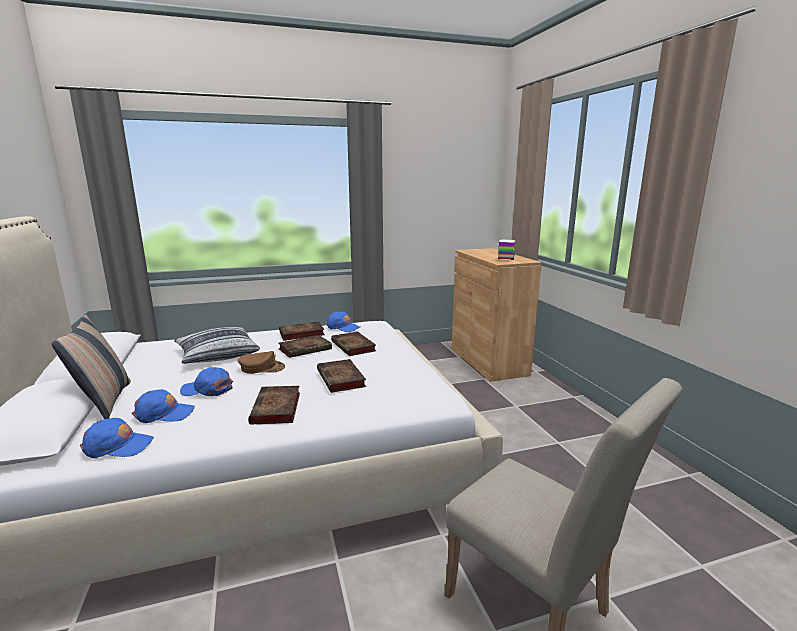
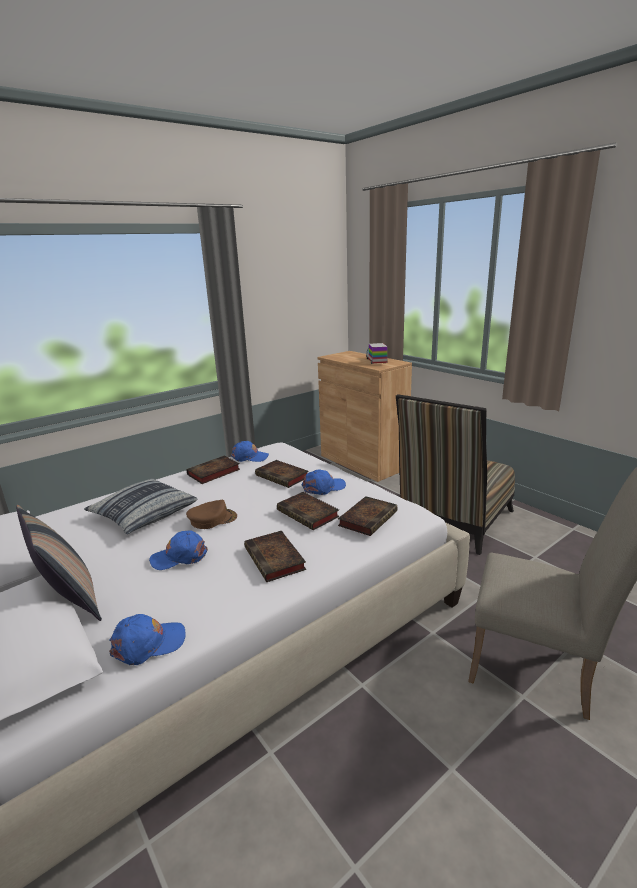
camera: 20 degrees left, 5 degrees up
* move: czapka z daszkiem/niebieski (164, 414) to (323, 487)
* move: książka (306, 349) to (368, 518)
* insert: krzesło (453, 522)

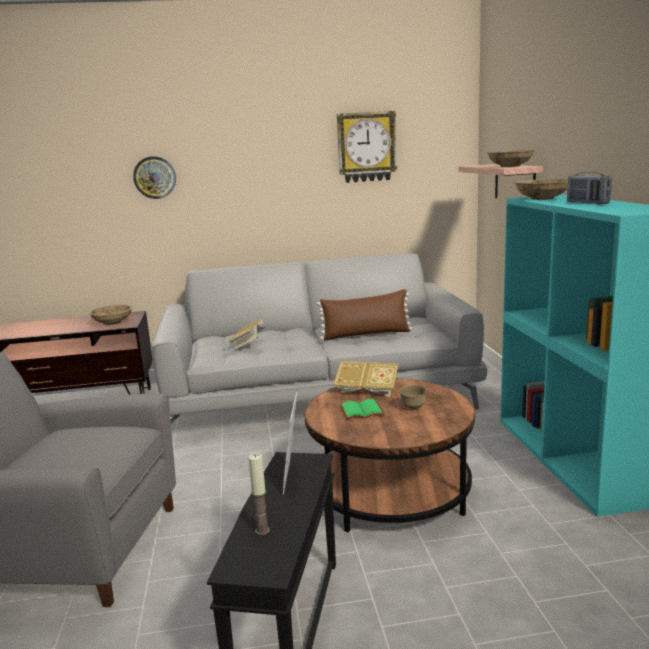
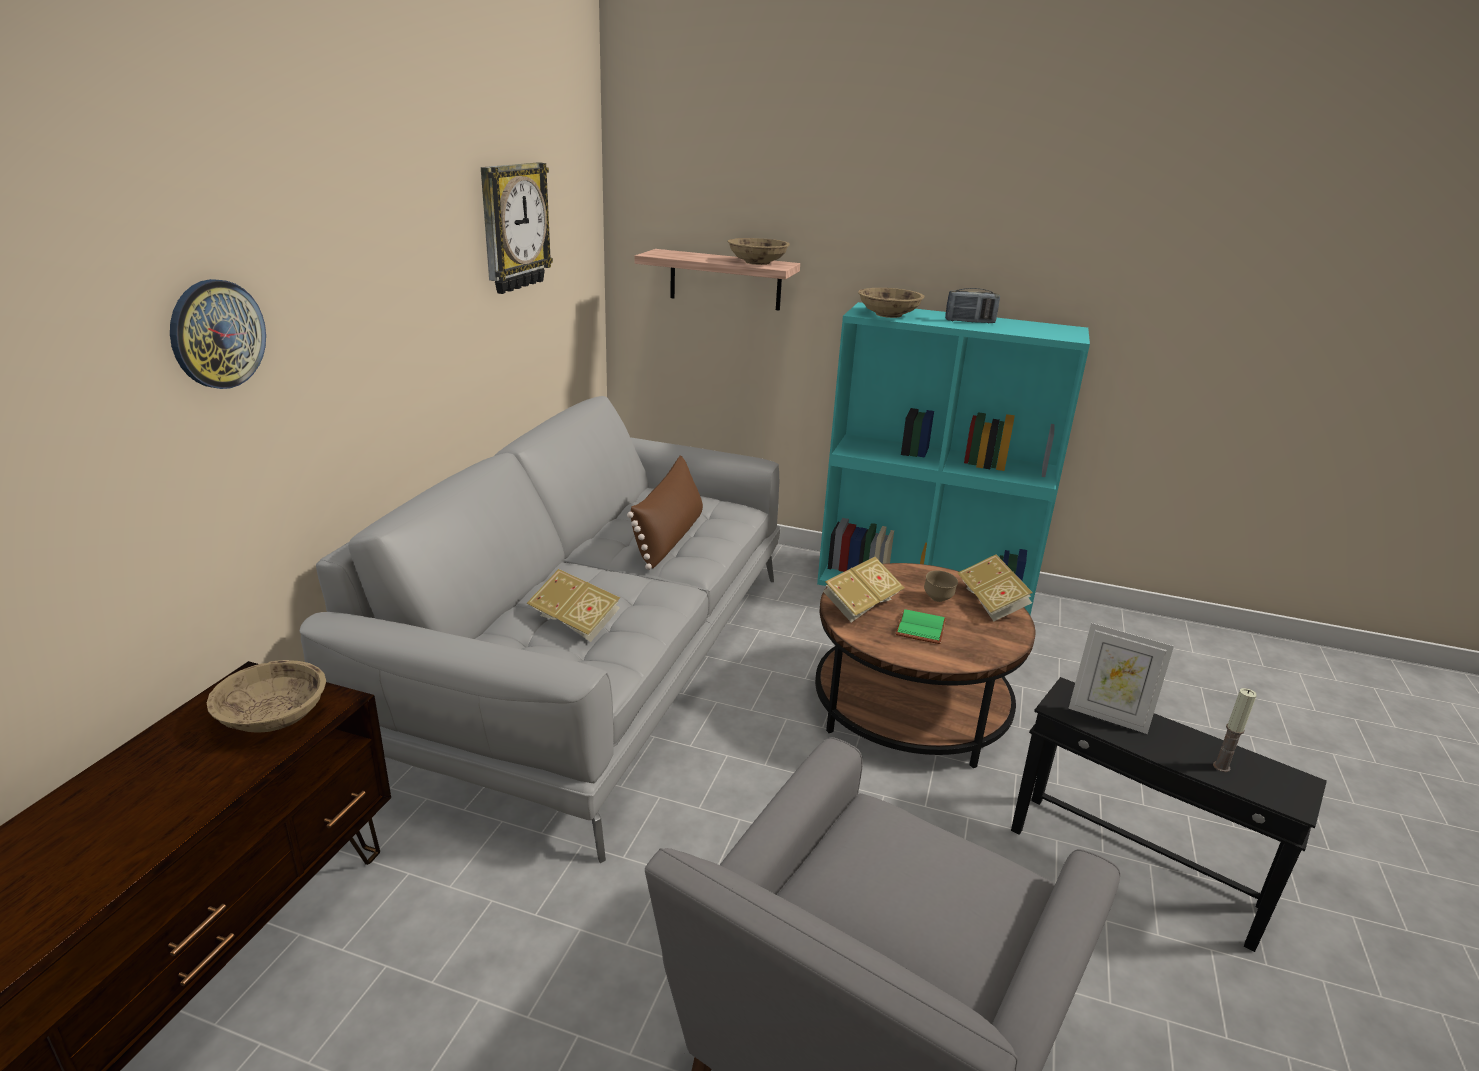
camera: 65 degrees left, 10 degrees up
* insert: książka (992, 603)

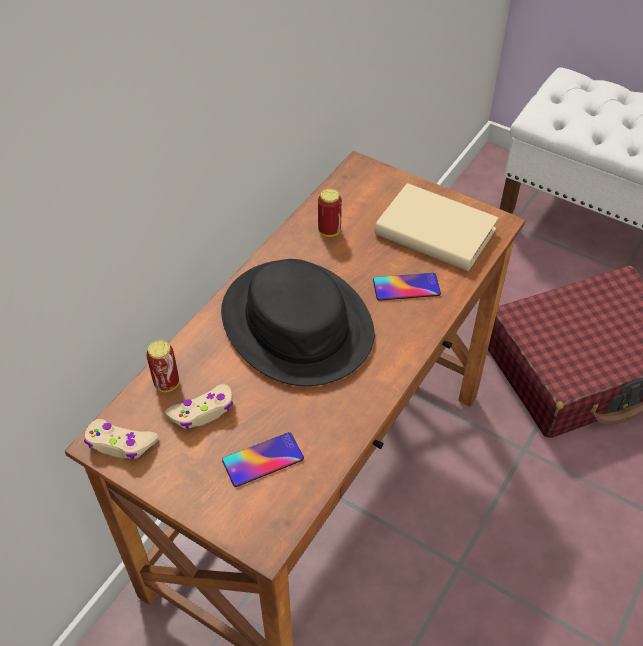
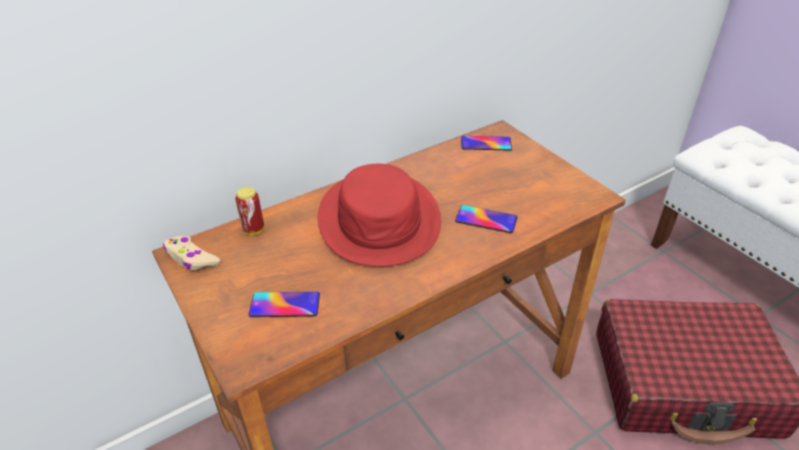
camera: 25 degrees right, 10 degrees down
* delete: pad do gier/beżowy (203, 412)
* recolor: kapelusz/czarny (297, 323) to kapelusz/czerwony (379, 219)
* delete: puszka (329, 231)
* delete: książka/beżowy (435, 232)
* insert: telefon (486, 143)

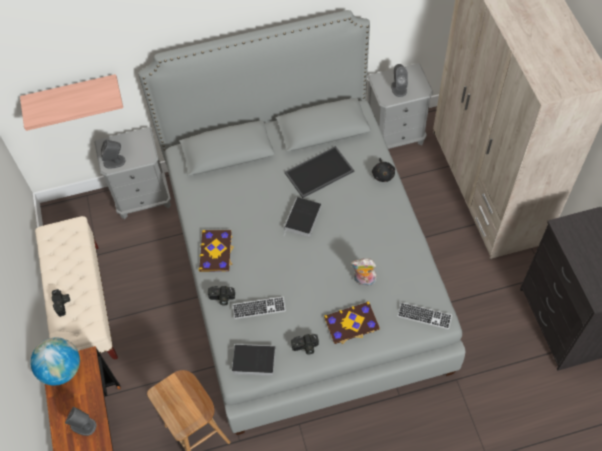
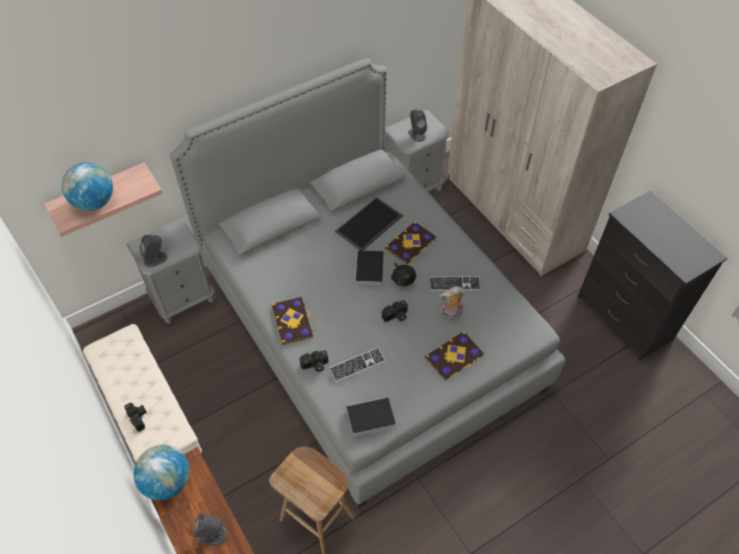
camera: 20 degrees left, 5 degrees down
* move: aparat fotograficzny (305, 347) to (396, 316)
* move: pluszak/czarny (383, 174) to (403, 278)
* move: klawiatura (424, 316) to (454, 284)
* insert: globus (94, 202)
* insert: książka (411, 244)

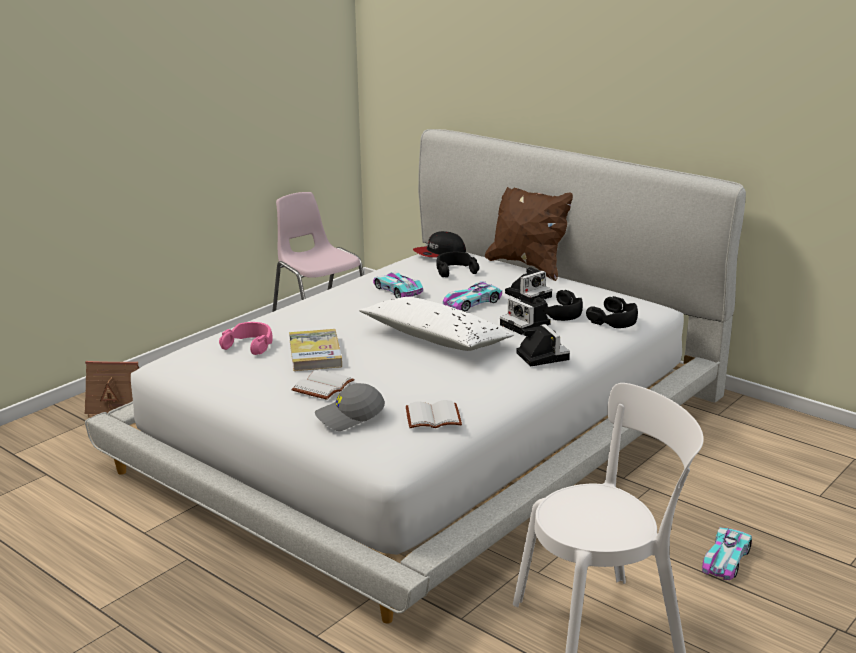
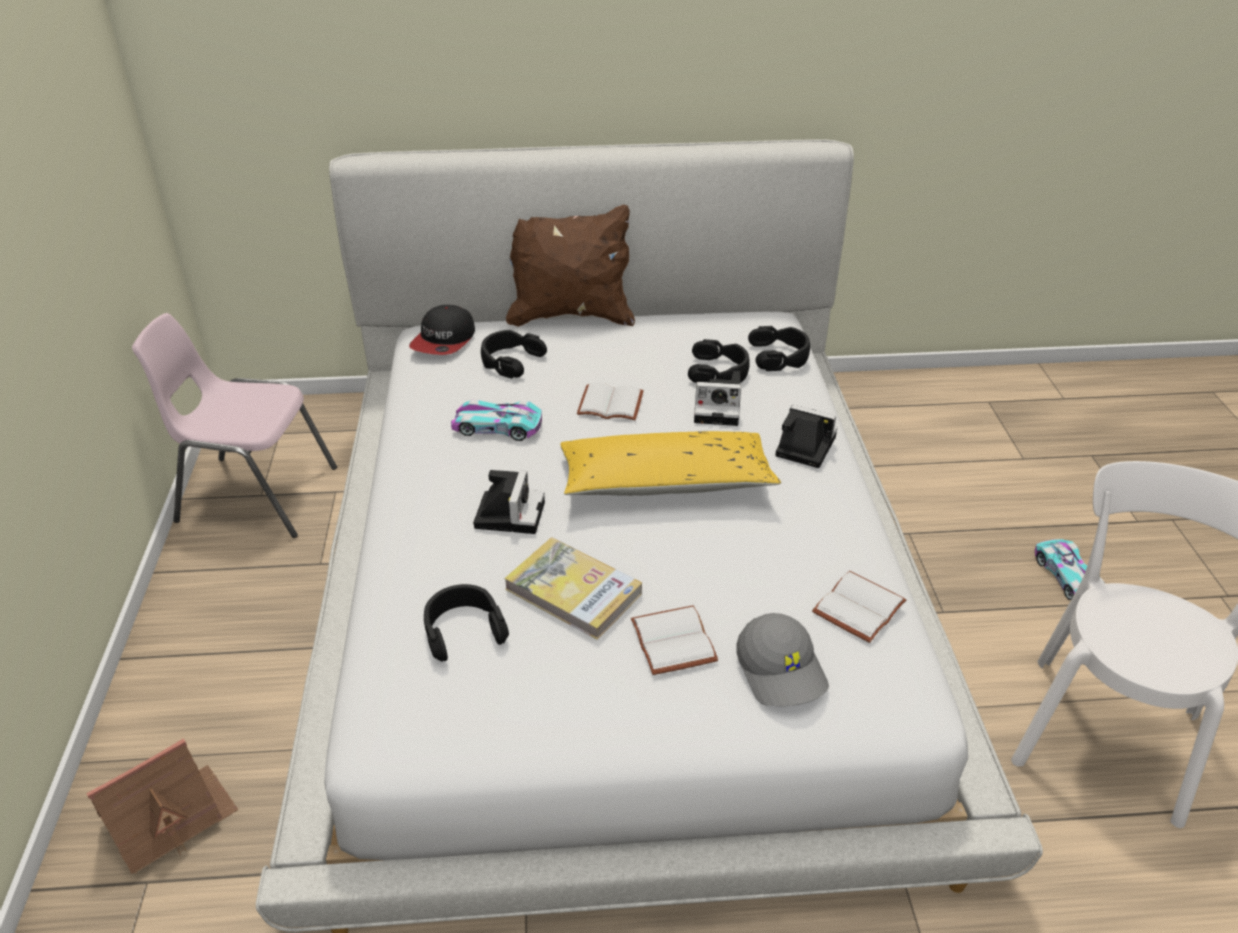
camera: 45 degrees left, 15 degrees up
* recolor: słuchawki/różowy (249, 345) to słuchawki/czarny (463, 630)
* rotate: czapka z daszkiem/szary (350, 417) = (782, 670) 45 degrees counterclockwise
* recolor: poduszka/biały (435, 338) to poduszka/żółty (665, 482)
* replace: samochodzik (472, 303) to książka/biały (612, 403)
* move: aparat fotograficzny (529, 294) to (509, 513)

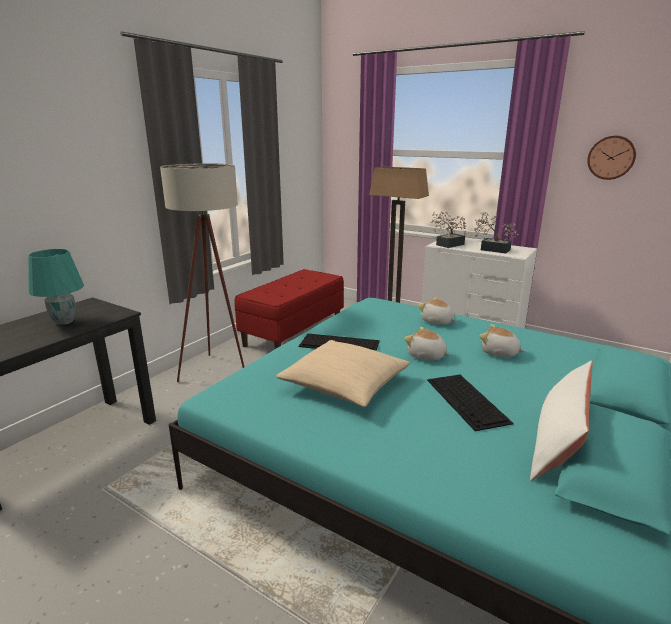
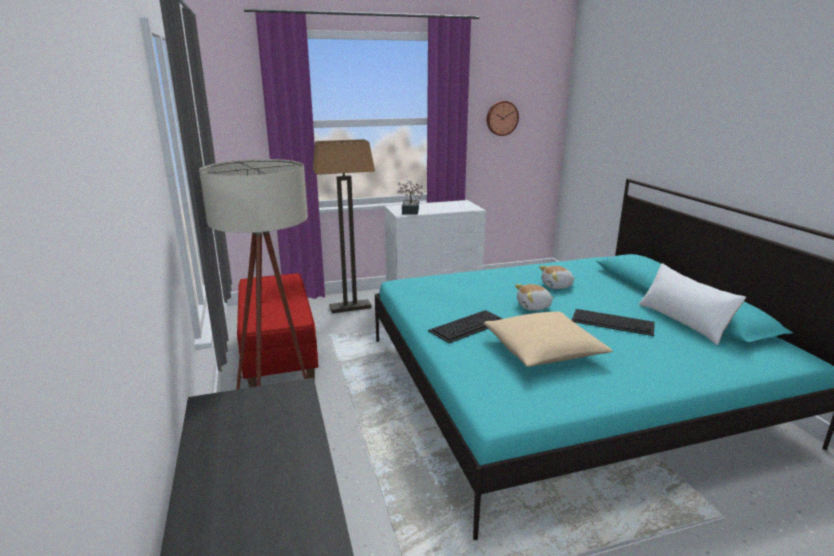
camera: 50 degrees left, 0 degrees up
* delete: lampa stołowa/turkusowy (64, 321)
* delete: pluszak (437, 321)
* delete: roślina doniczkowa (492, 249)

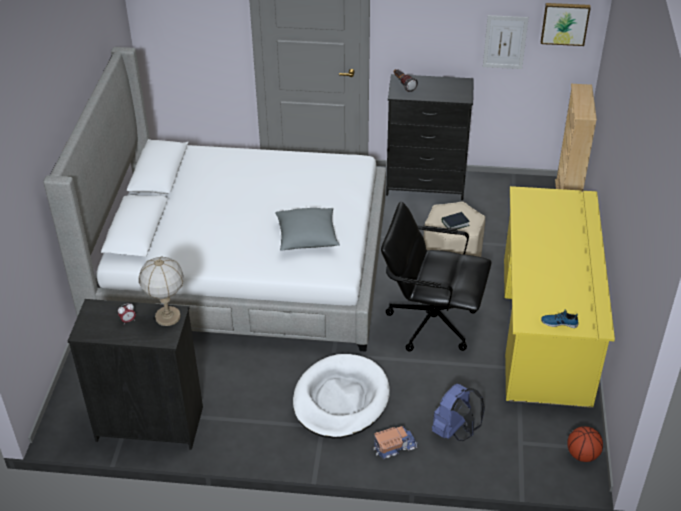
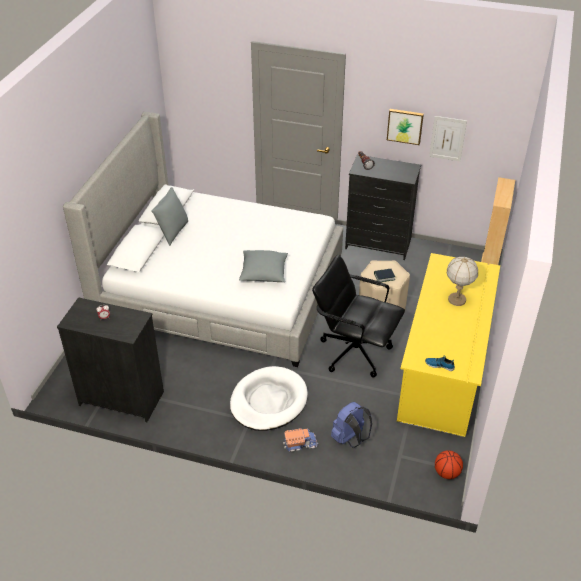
camera: 10 degrees right, 0 degrees up
* move: lampa stołowa (168, 317) to (457, 300)
* move: obraz (565, 23) to (405, 126)
* insert: poduszka/szary (172, 232)

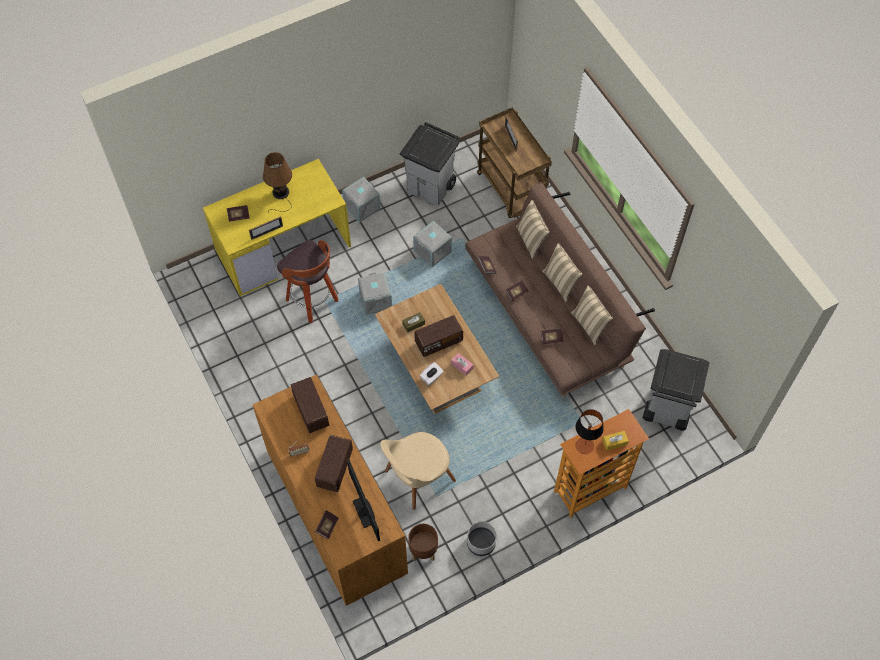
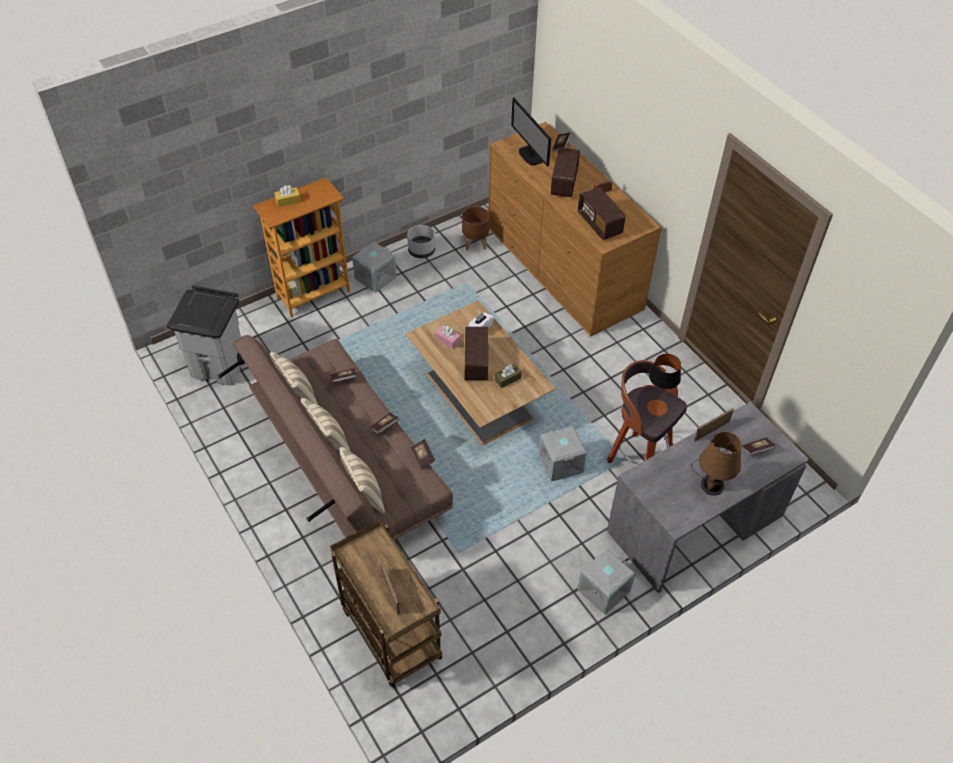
camera: 175 degrees right, 10 degrees down
* recolor: biurko/żółty (284, 247) to biurko/szary (695, 525)
* delete: krzesło/beżowy (417, 477)
* delete: kosz na śmieci/szary (431, 187)
* move: pojemnik do przechowywania/szary (432, 252) to (375, 277)
* rotate: radio (438, 342) = (476, 362) 60 degrees counterclockwise
* move: lampa stołowa (584, 445) to (657, 407)

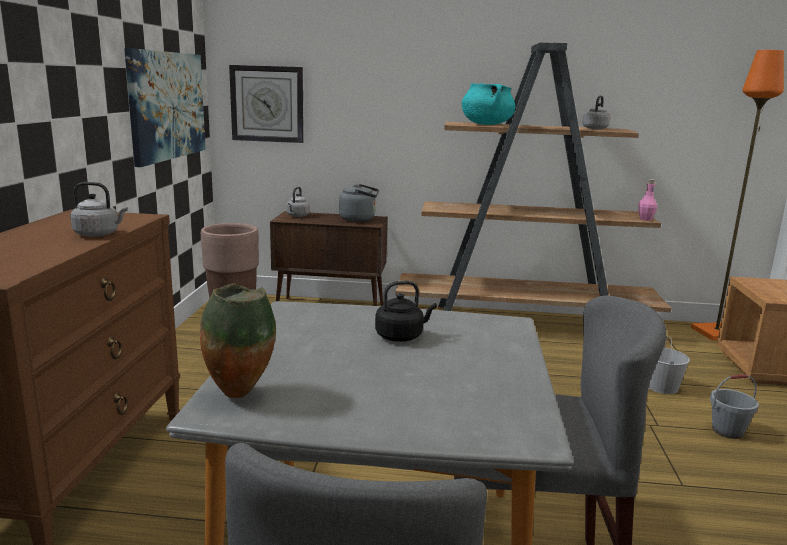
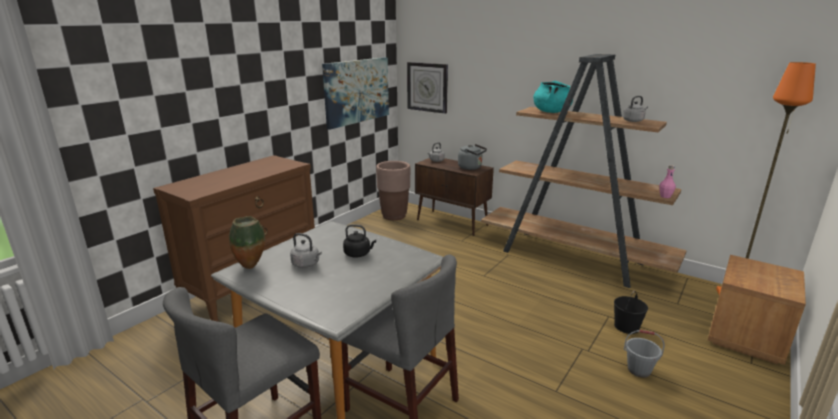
camera: 30 degrees right, 5 degrees up
* move: czajnik/szary (99, 234) to (307, 264)
* recolor: wiadro/biały (662, 387) to wiadro/czarny (626, 327)

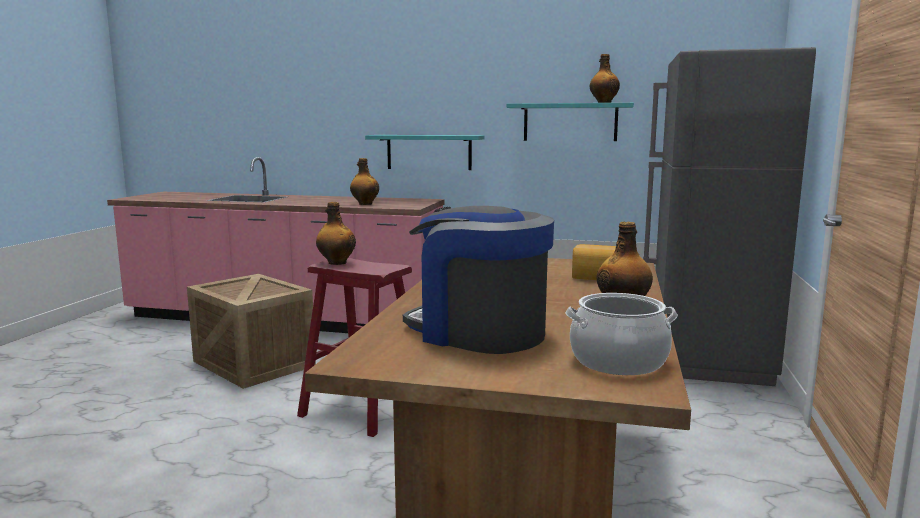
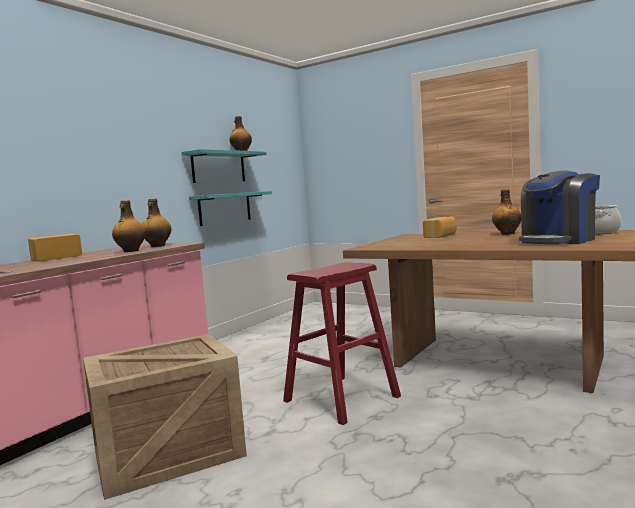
camera: 70 degrees left, 5 degrees down
* move: butelka (336, 263) to (157, 246)
* move: półka/turkusowy (429, 152) to (225, 208)
* delete: lodówka/szary (707, 359)
* insert: chleb (56, 258)

